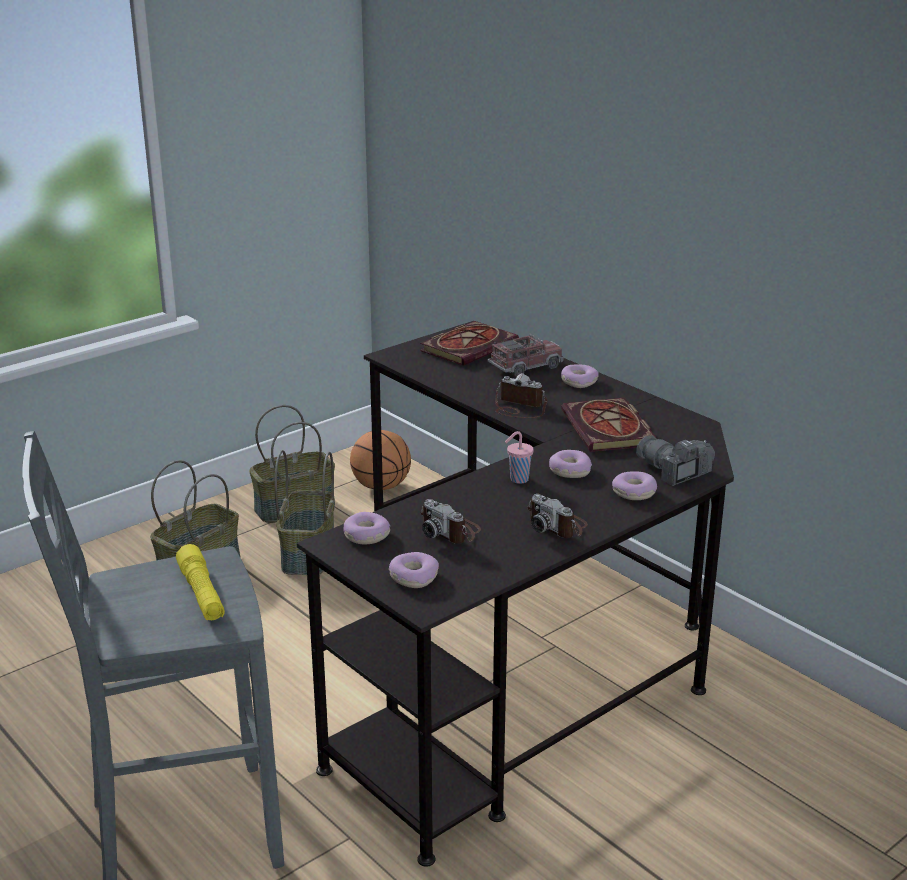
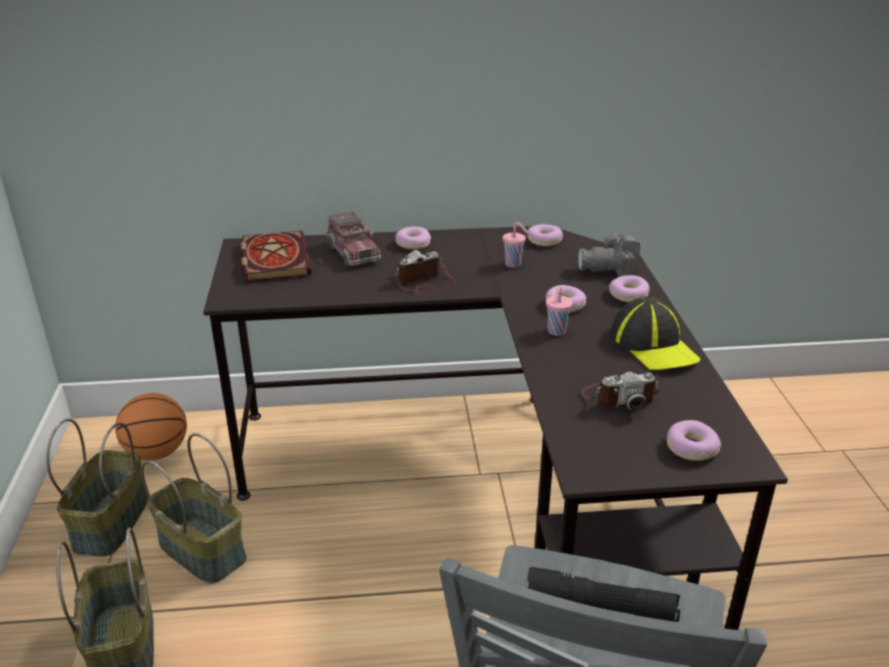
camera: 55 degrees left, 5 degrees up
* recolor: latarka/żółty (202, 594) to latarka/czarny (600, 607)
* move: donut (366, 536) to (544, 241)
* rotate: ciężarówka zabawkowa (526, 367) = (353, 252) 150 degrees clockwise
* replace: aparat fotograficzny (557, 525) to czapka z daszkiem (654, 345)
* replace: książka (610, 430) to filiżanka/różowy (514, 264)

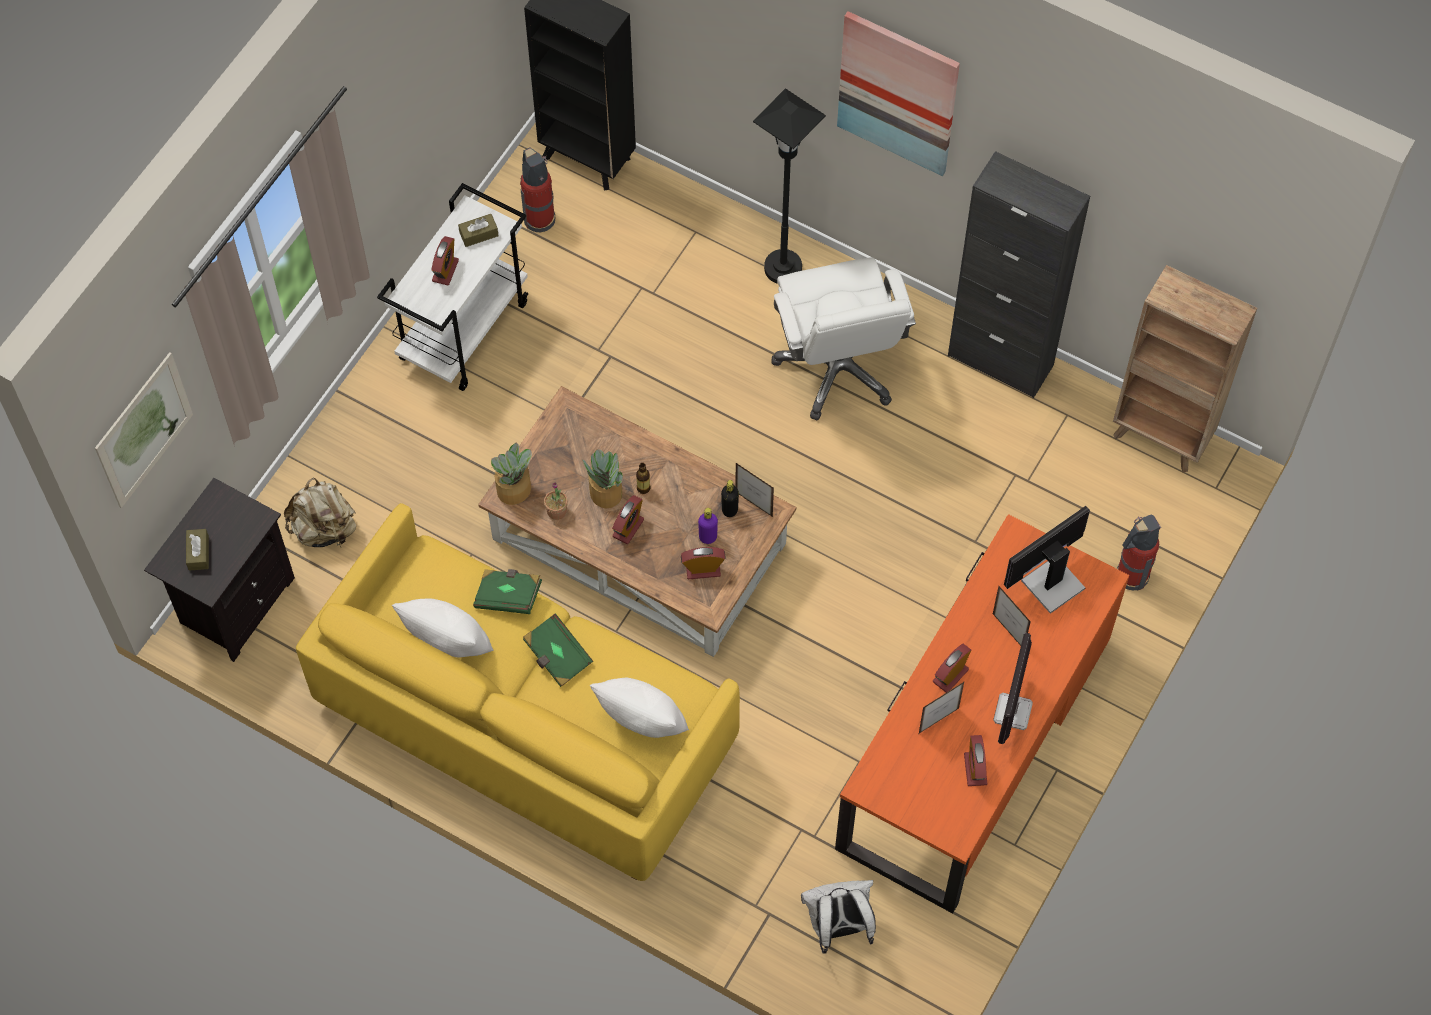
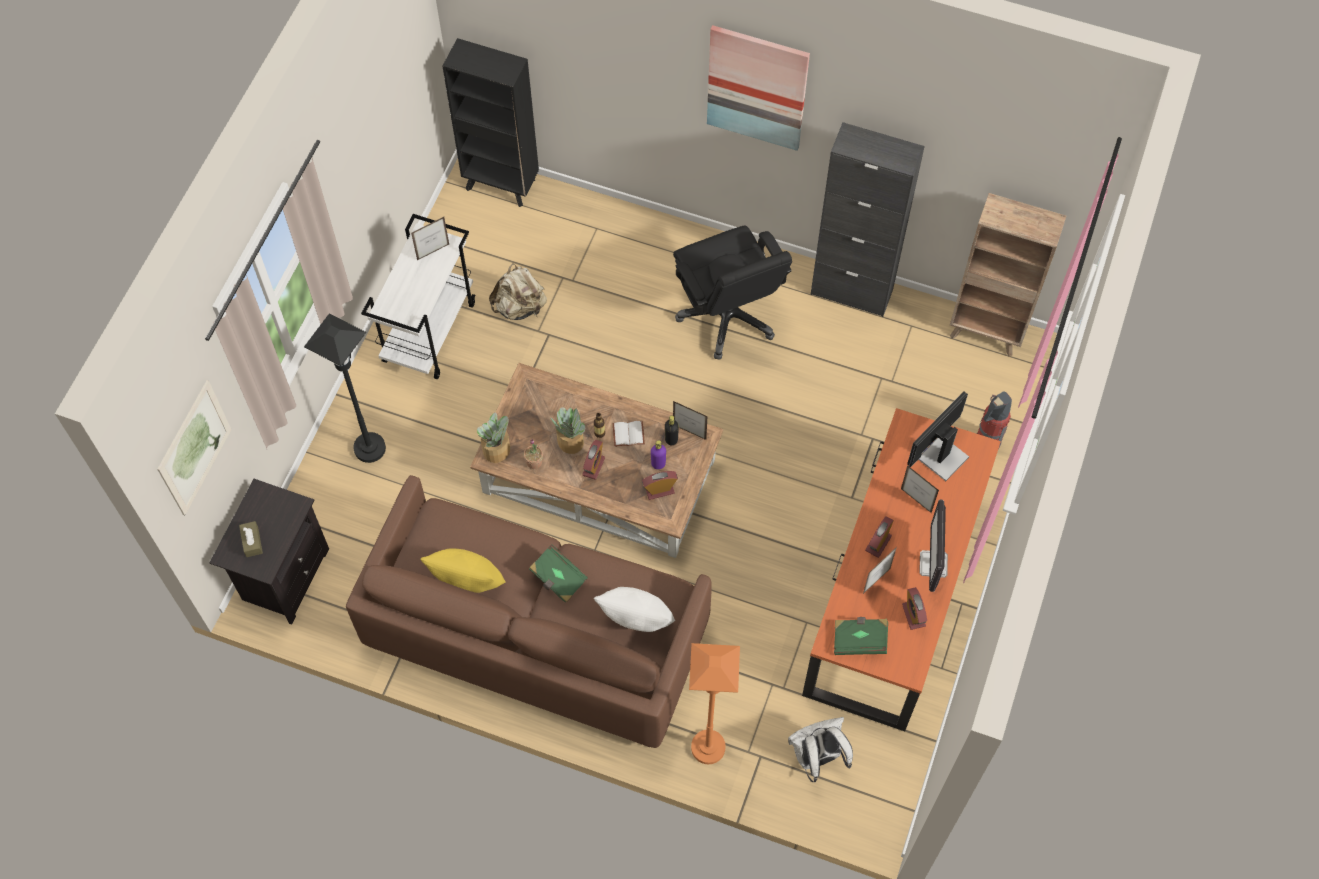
camera: 10 degrees left, 0 degrees up
* move: plecak/beżowy (324, 529) to (520, 307)
* recolor: kanapa/żółty (524, 722) to kanapa/brązowy (535, 634)
* recolor: poduszka/biały (447, 642) to poduszka/żółty (467, 581)
* delete: budzik (445, 270)
* replace: pudełko chusteczek/brązowy (479, 234) to ramka na zdjęcie (433, 252)
* move: książka/zielony (508, 596) to (859, 640)
* delete: gaśnica (539, 218)
* move: lampa stojąca/czarny (783, 268) to (369, 448)
* recolor: krzesło biurowe/biały (838, 368) to krzesło biurowe/czarny (728, 316)
* insert: książka/biały (628, 435)
* insert: lampa stojąca/pomarańczowy (708, 747)

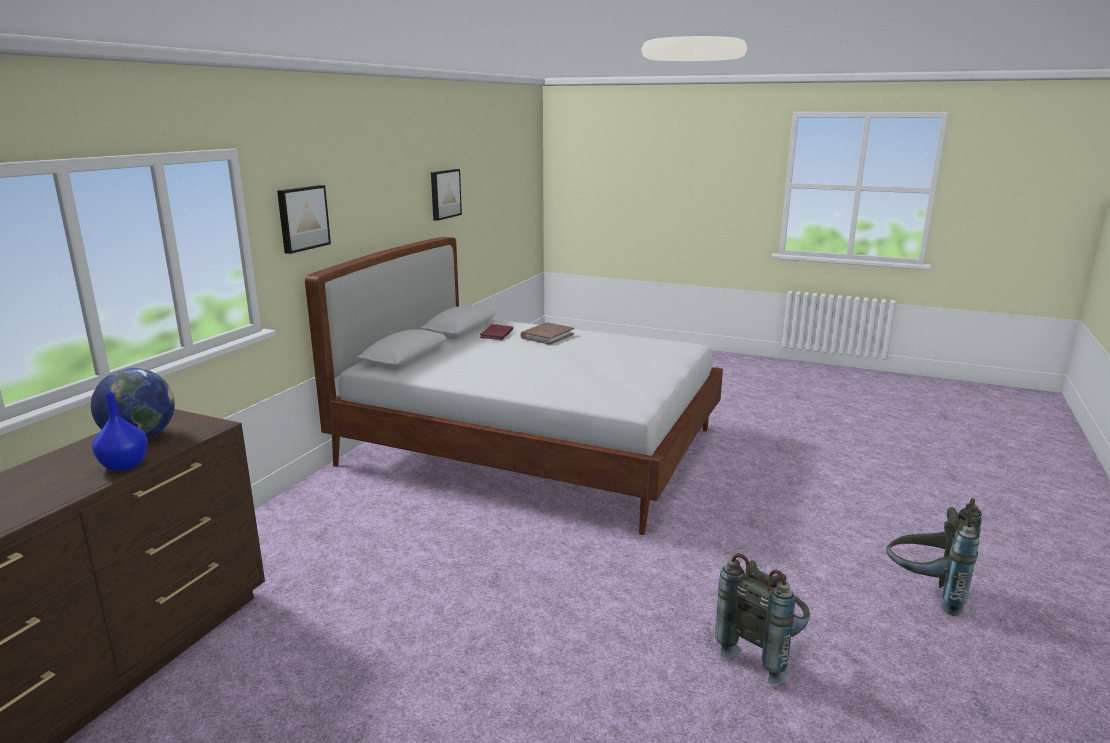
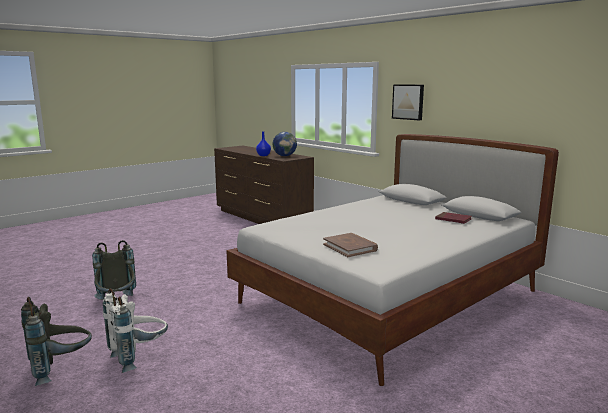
camera: 115 degrees right, 5 degrees down
* delete: obraz (444, 194)
* move: książka/brązowy (547, 336) to (350, 247)
* insert: plecak/biały (139, 357)

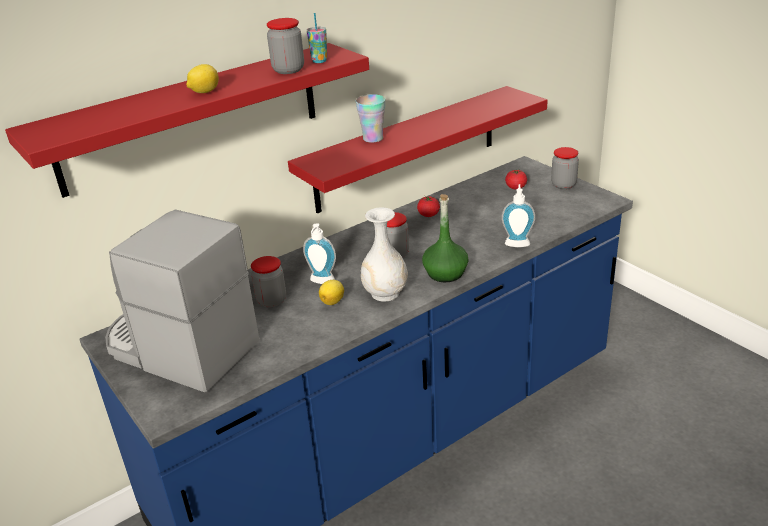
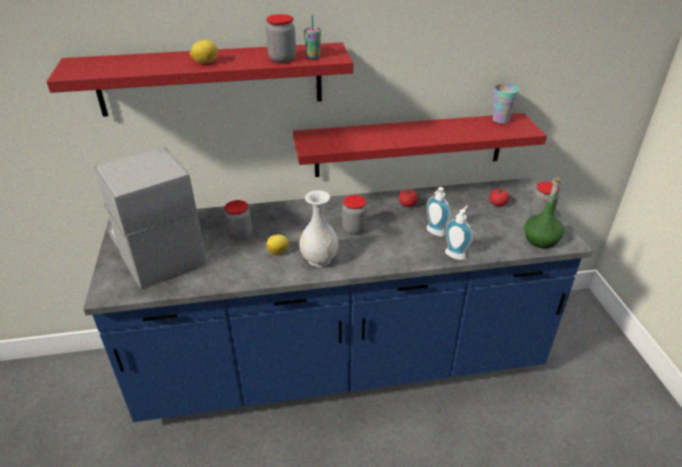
camera: 25 degrees right, 5 degrees up
* move: dozownik mydła (321, 282) to (433, 233)
* move: filiżanka (373, 138) to (500, 120)
* move: butelka/zielony (445, 273) to (541, 239)

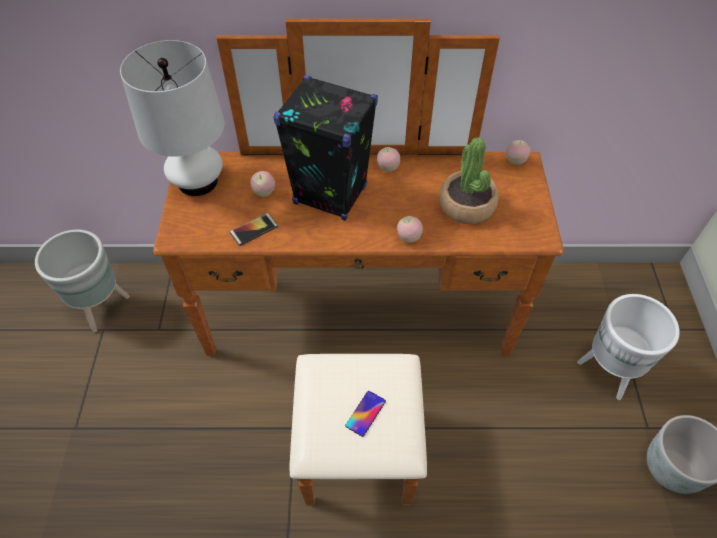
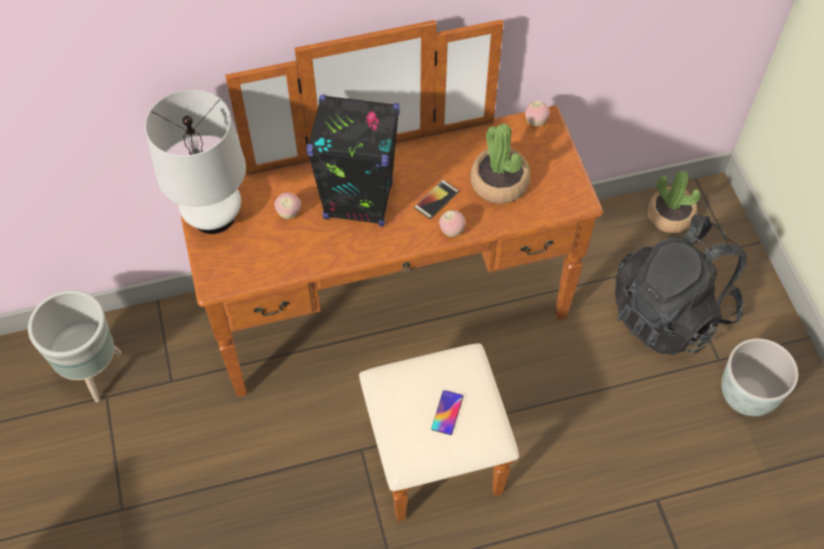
camera: 15 degrees left, 5 degrees up
* move: telefon (254, 229) to (436, 199)
* delete: jabłko (388, 168)
* replace: donica/biały (608, 372) to plecak/czarny (671, 312)
* insert: roślina doniczkowa (670, 216)

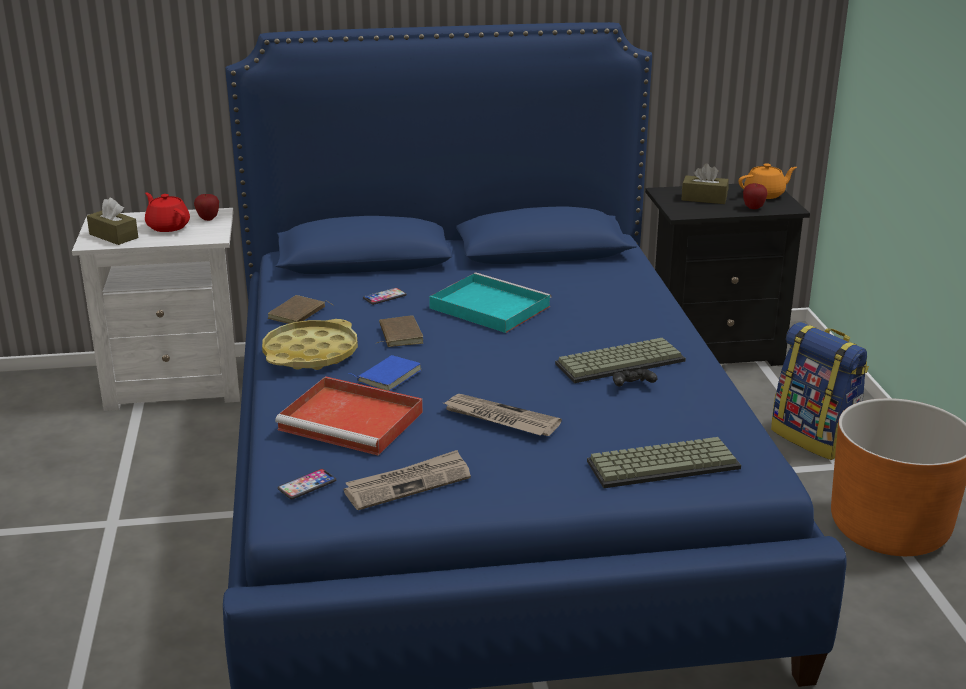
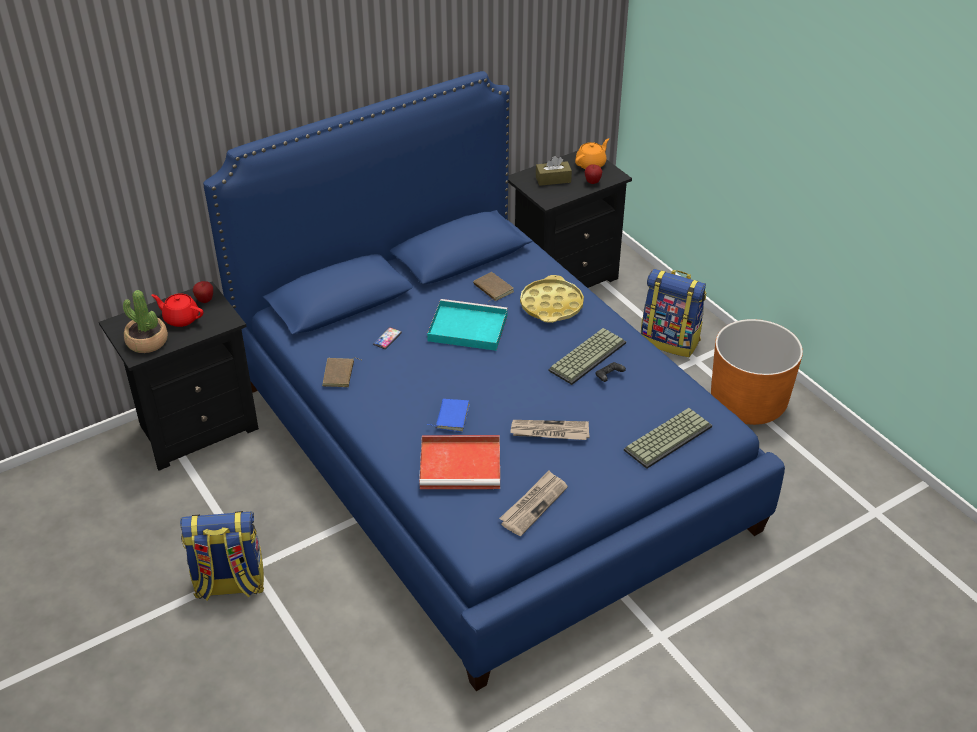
camera: 25 degrees left, 15 degrees up
* recolor: szafka nocna/biały (177, 385) to szafka nocna/czarny (196, 427)
* replace: pudełko chusteczek/brązowy (113, 236) to roślina doniczkowa (147, 341)
* move: taca/żółty (311, 353) to (551, 305)
* delete: telefon (307, 485)
* move: książka/brązowy (399, 335) to (492, 289)
* insert: plecak (229, 584)

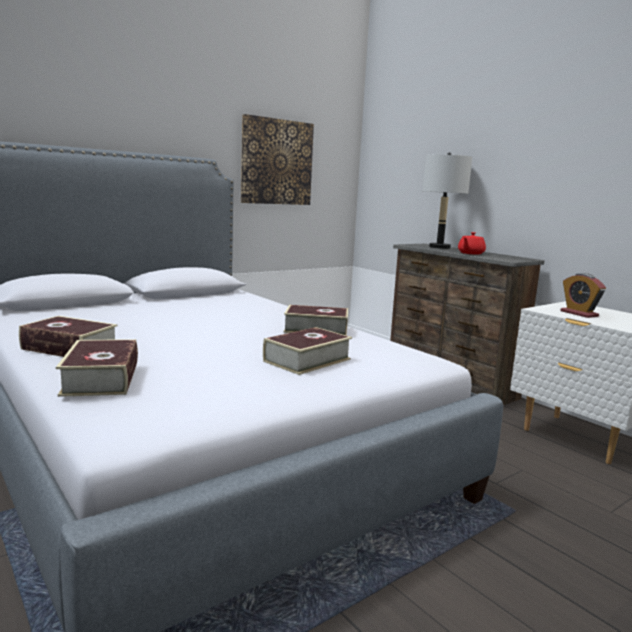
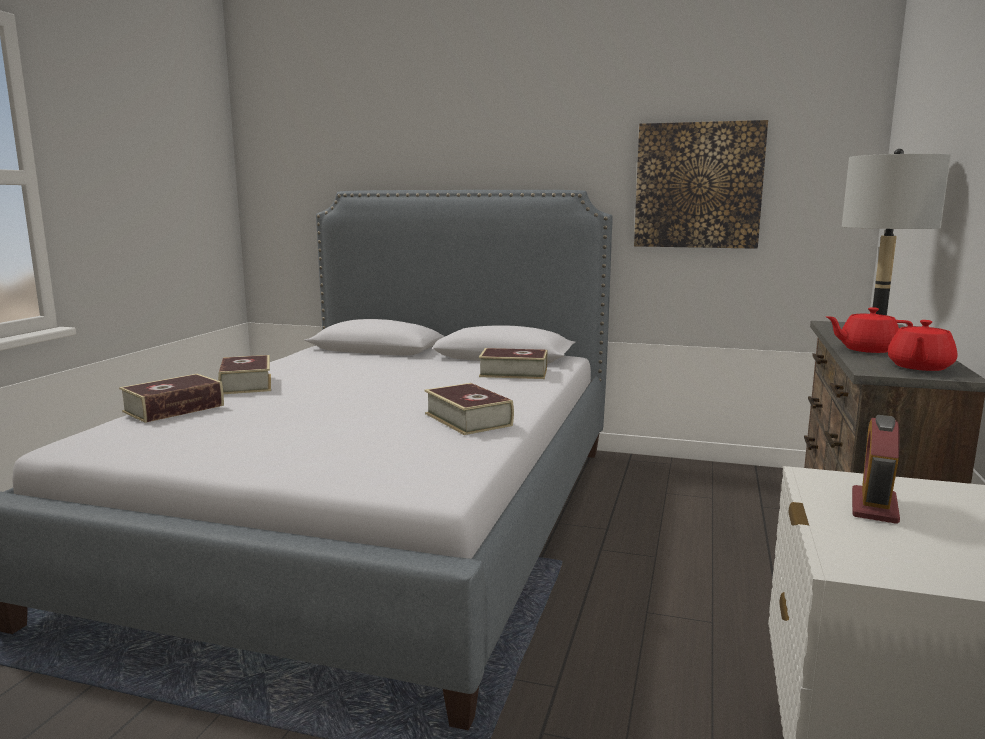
camera: 55 degrees right, 0 degrees up
* move: książka (307, 360) to (513, 372)
* insert: imbryk/czerwony (919, 367)

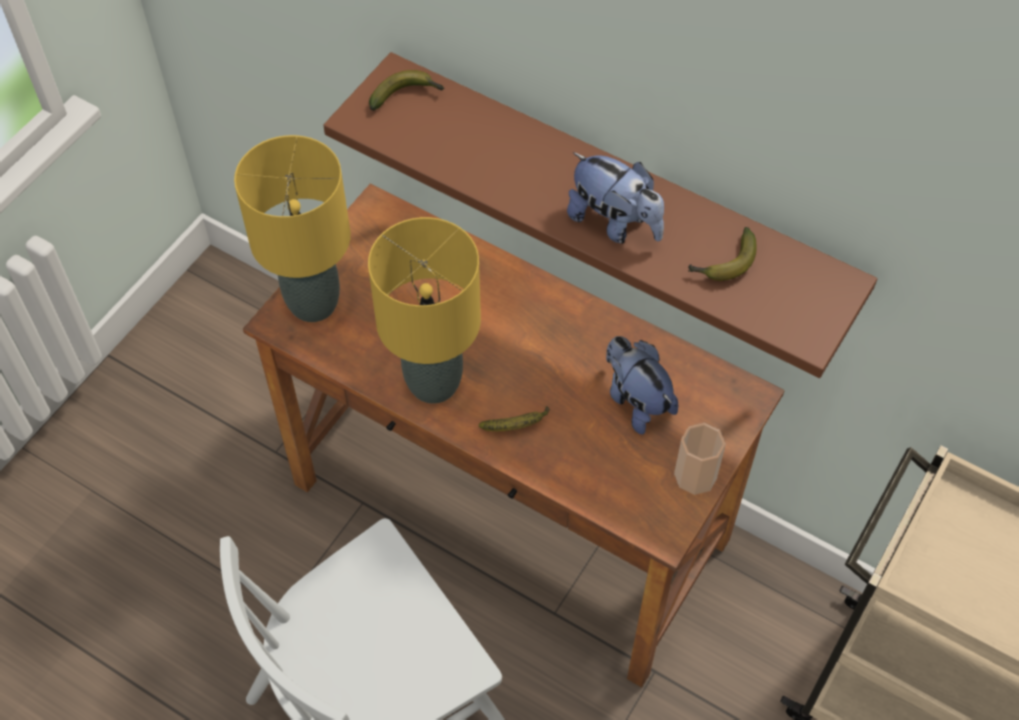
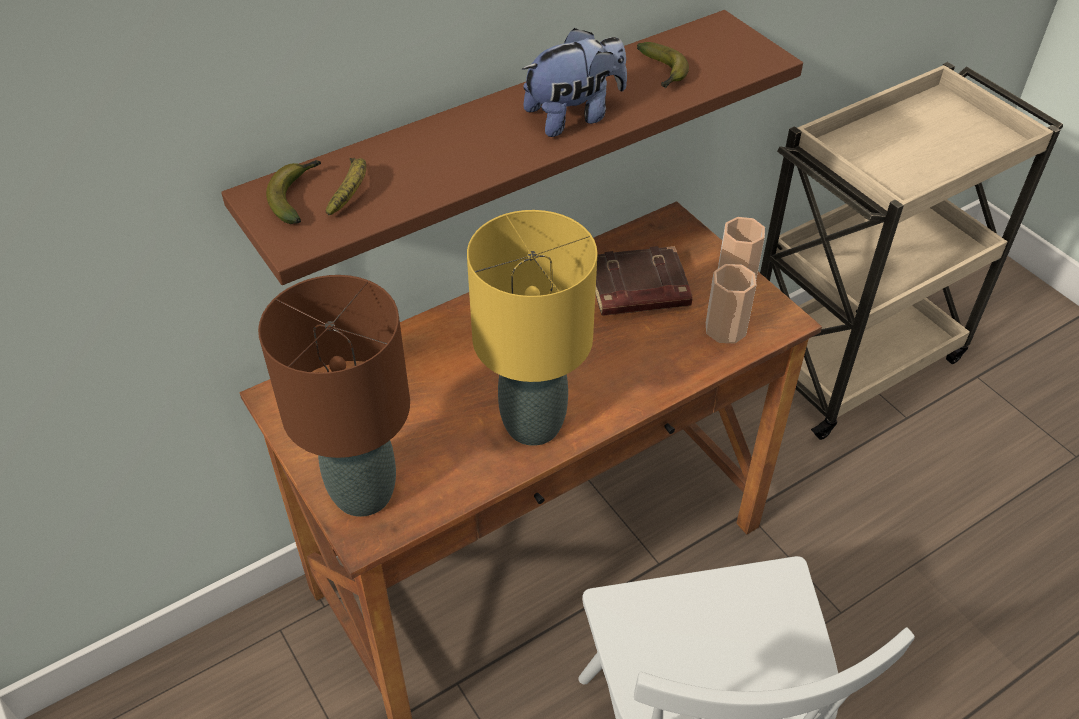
camera: 65 degrees left, 10 degrees down
* recolor: lampa stołowa/żółty (314, 304) to lampa stołowa/brązowy (364, 493)
* move: banan (516, 426) to (351, 192)
* replace: pluszak (636, 400) to książka/brązowy (637, 289)
* insert: filiżanka (725, 329)

